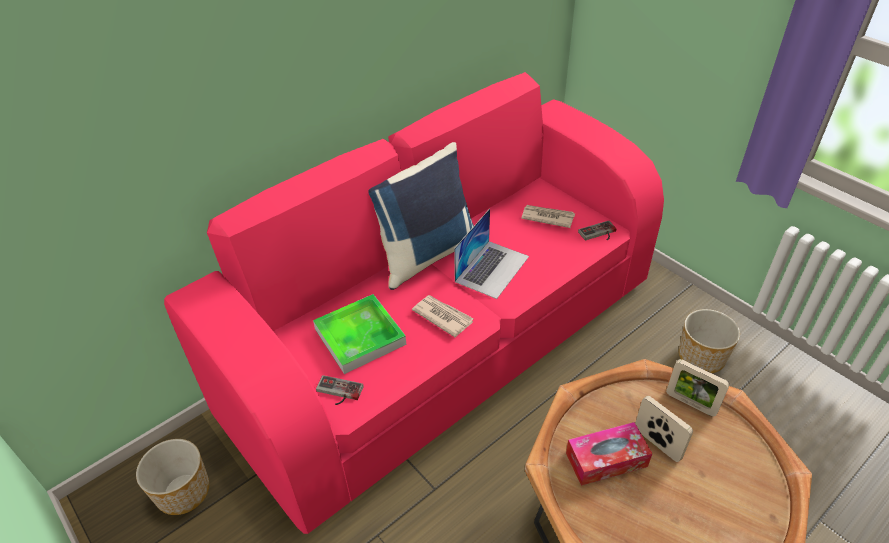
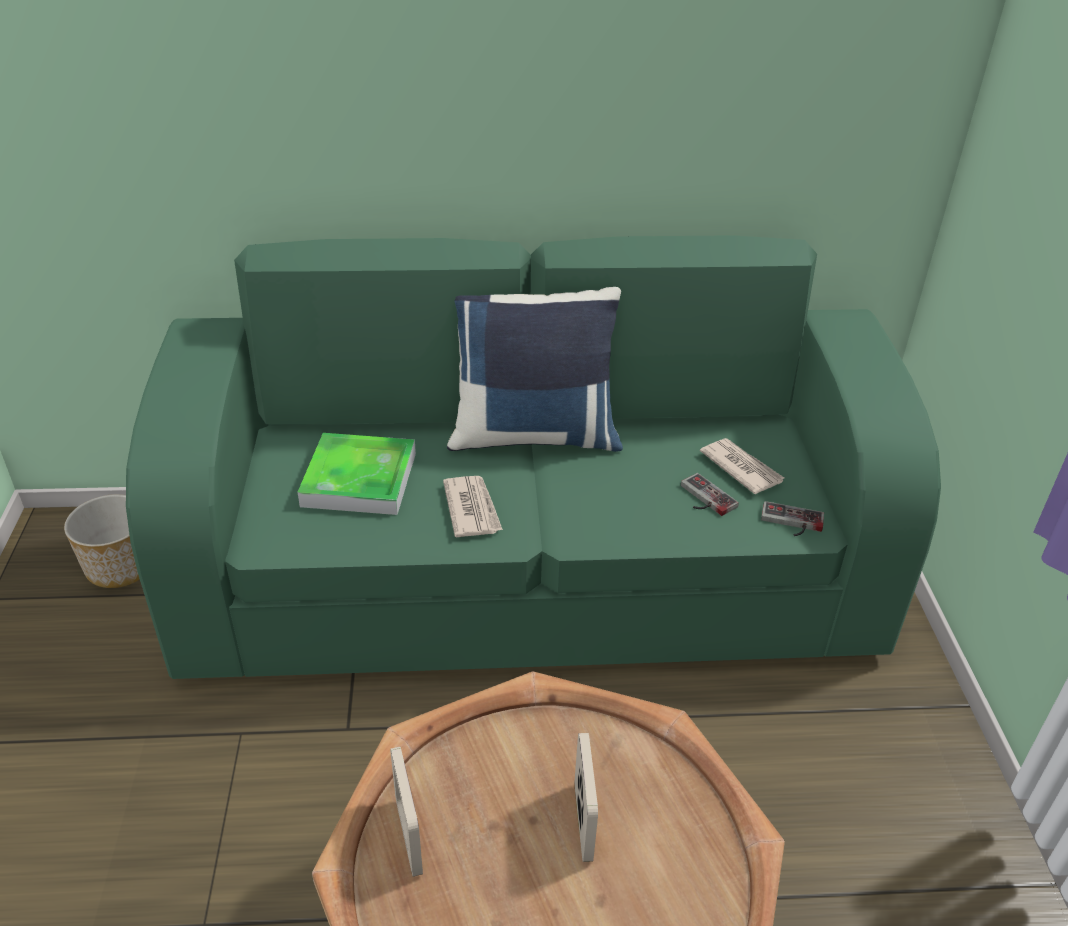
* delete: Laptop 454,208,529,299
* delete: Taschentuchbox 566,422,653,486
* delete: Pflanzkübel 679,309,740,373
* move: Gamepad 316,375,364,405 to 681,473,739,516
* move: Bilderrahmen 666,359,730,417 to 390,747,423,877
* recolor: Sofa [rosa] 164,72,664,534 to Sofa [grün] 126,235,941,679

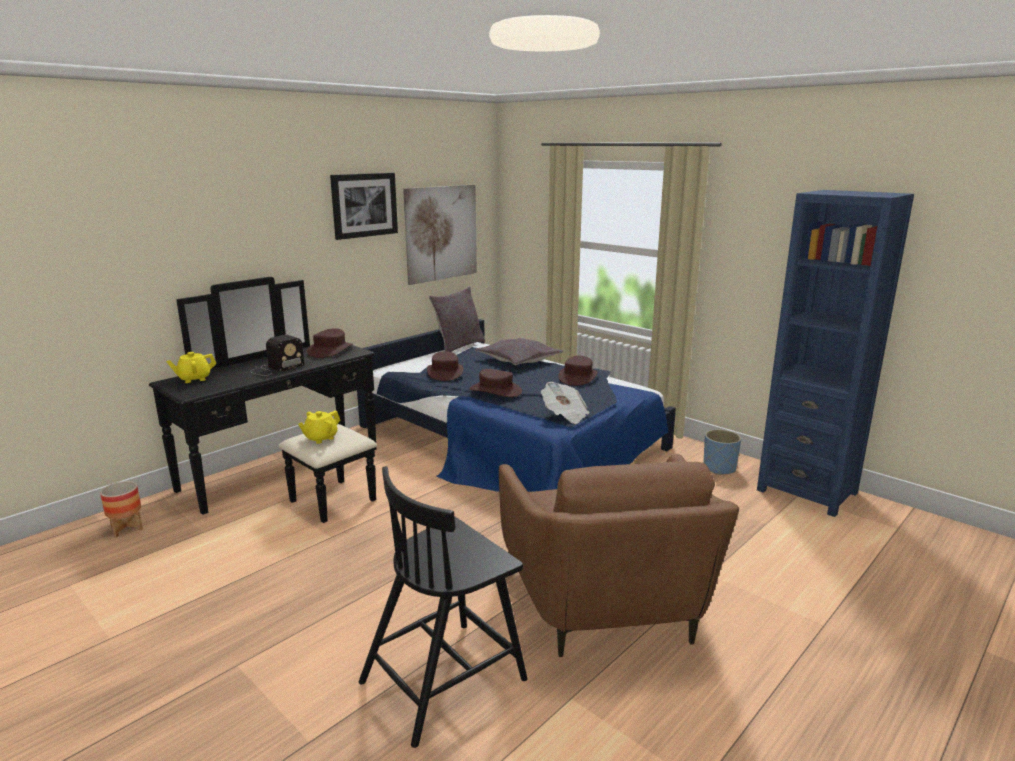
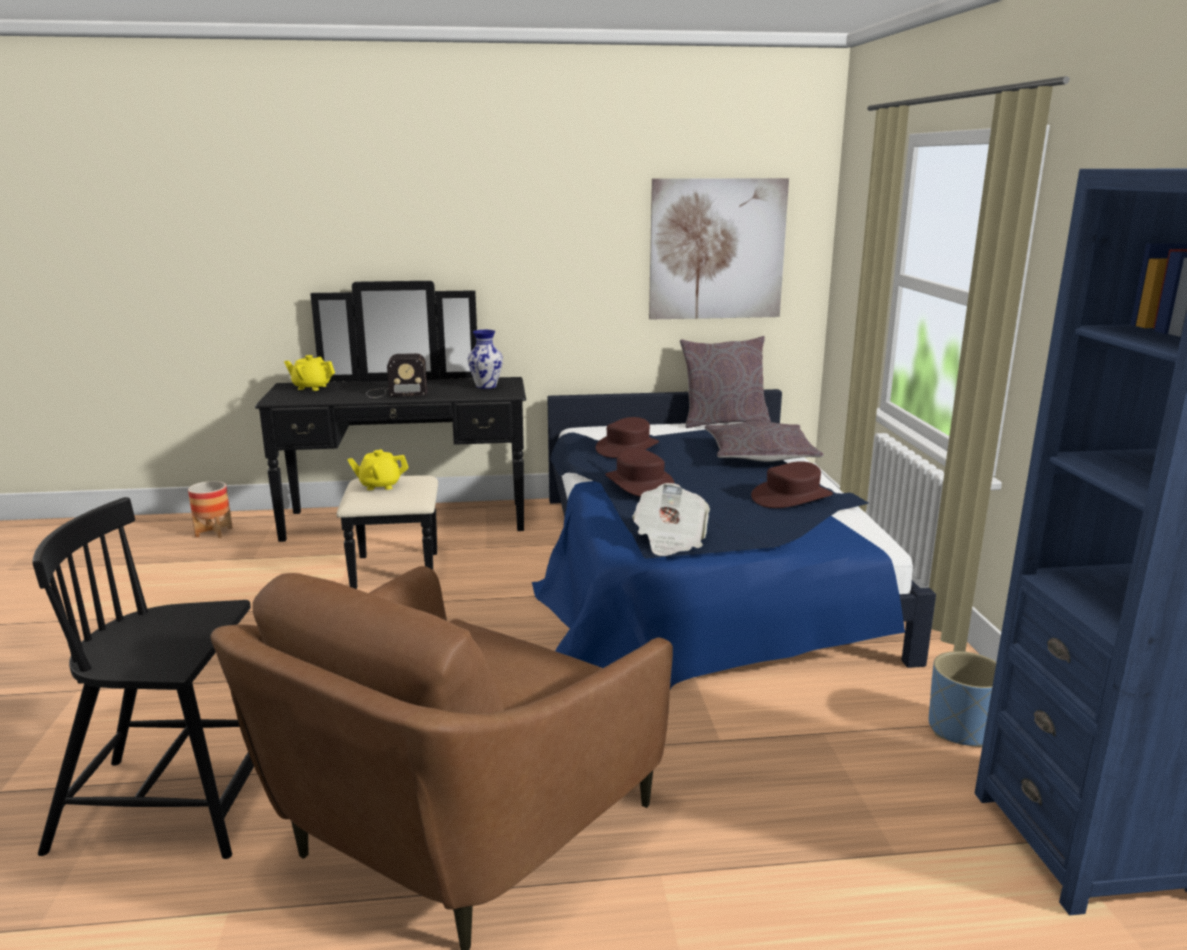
* delete: Bild 330,173,398,240
* replace: Hut [braun] 307,328,353,358 to Vase 468,330,503,389

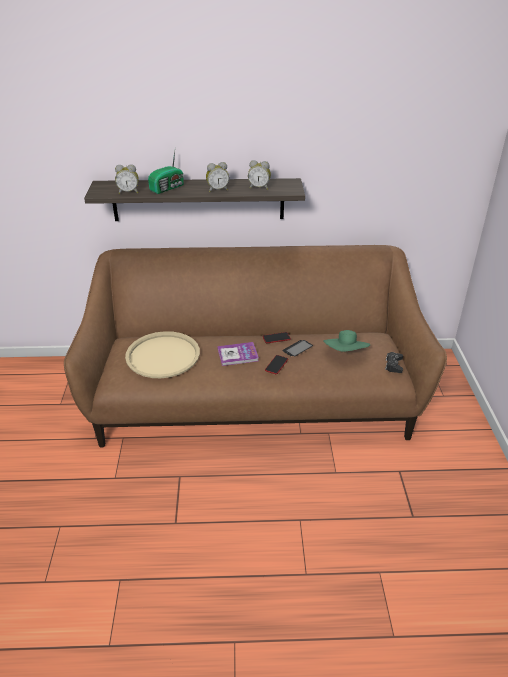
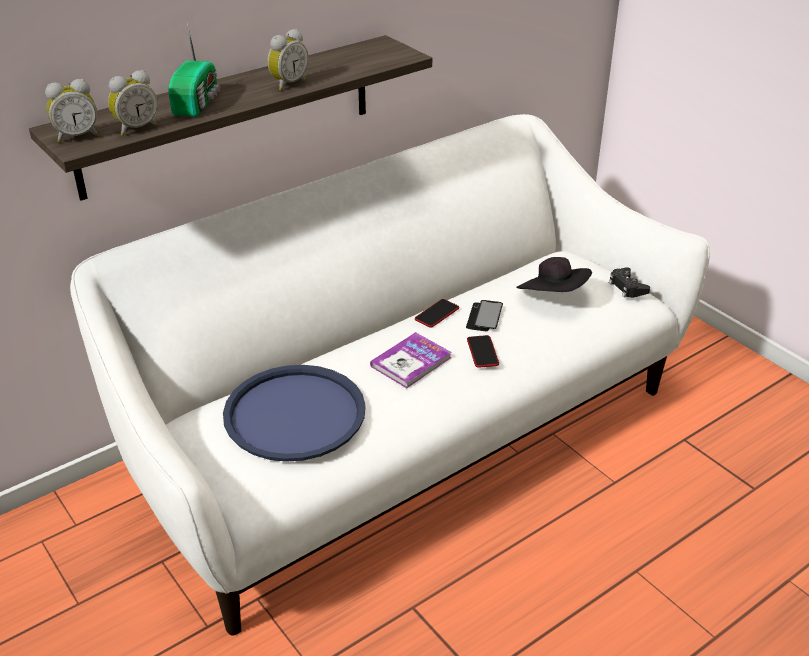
* move: Wecker 248,160,271,190 to 45,79,99,143
* recolor: Sofa [braun] 64,245,447,447 to Sofa [weiß] 70,114,710,636
* recolor: Tablett [beige] 125,331,200,378 to Tablett [blau] 223,365,366,462
* recolor: Hut [grün] 323,330,370,352 to Hut [schwarz] 516,257,592,292

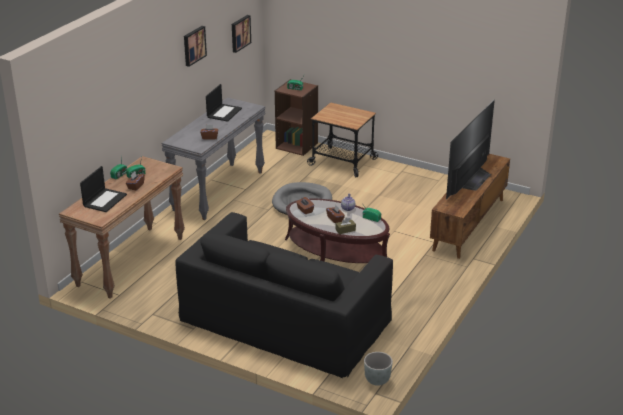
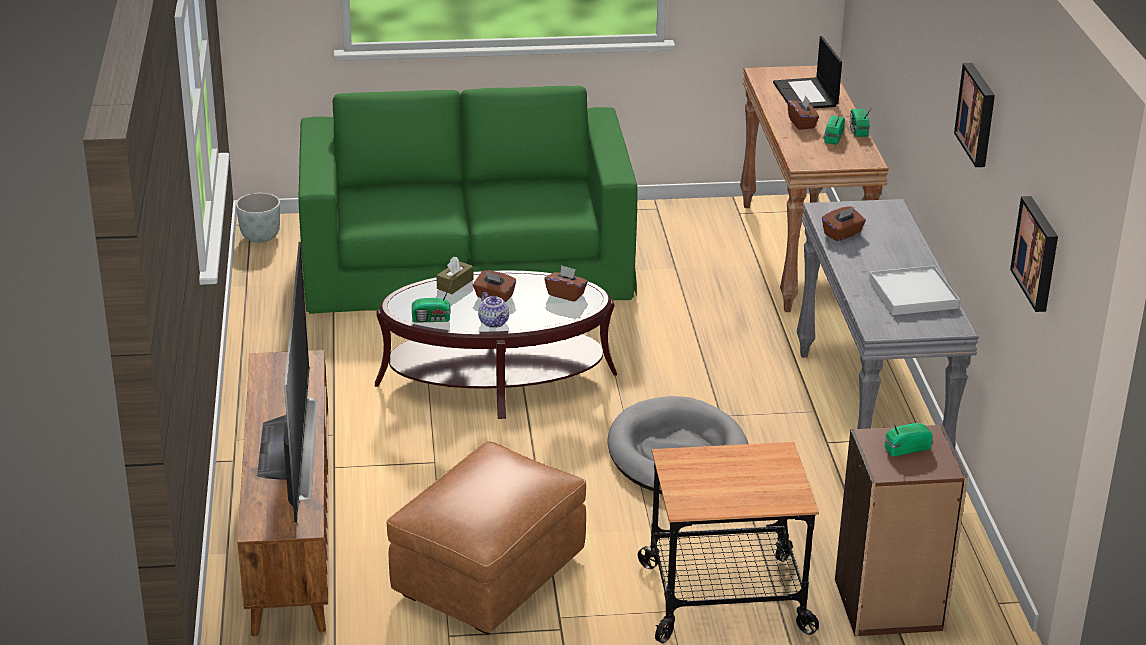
* insert: Polsterhocker [braun] 386,441,586,635
* replace: Laptop 206,84,242,122 to Tablett [weiß] 869,265,960,315
* recolor: Sofa [schwarz] 175,212,393,378 to Sofa [grün] 298,86,638,314

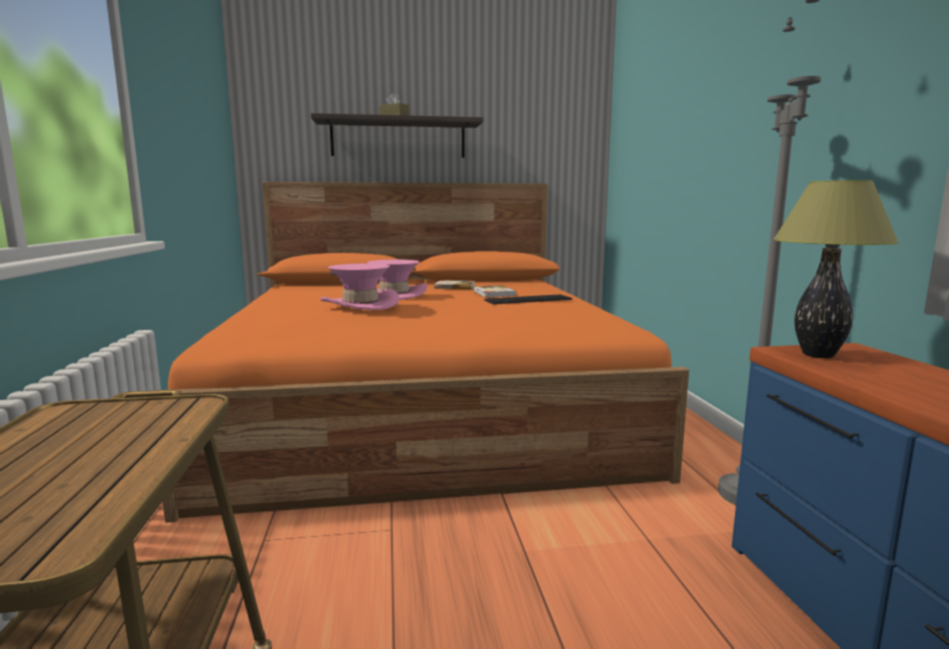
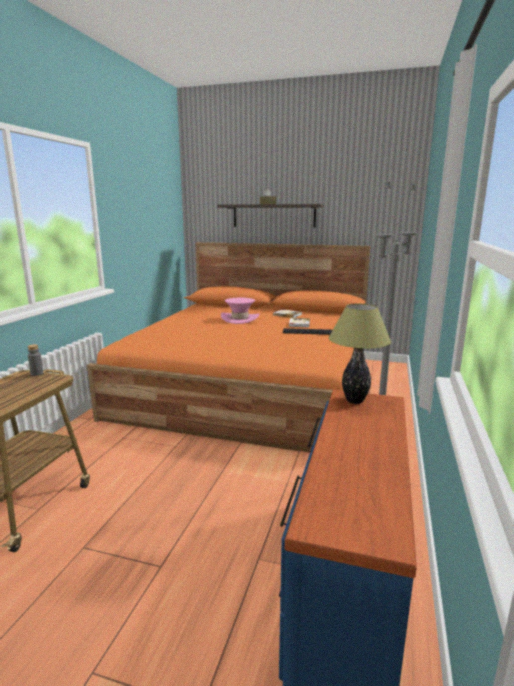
* delete: Hut [rosa] 321,264,399,310
* insert: Flasche [grau] 27,344,43,376

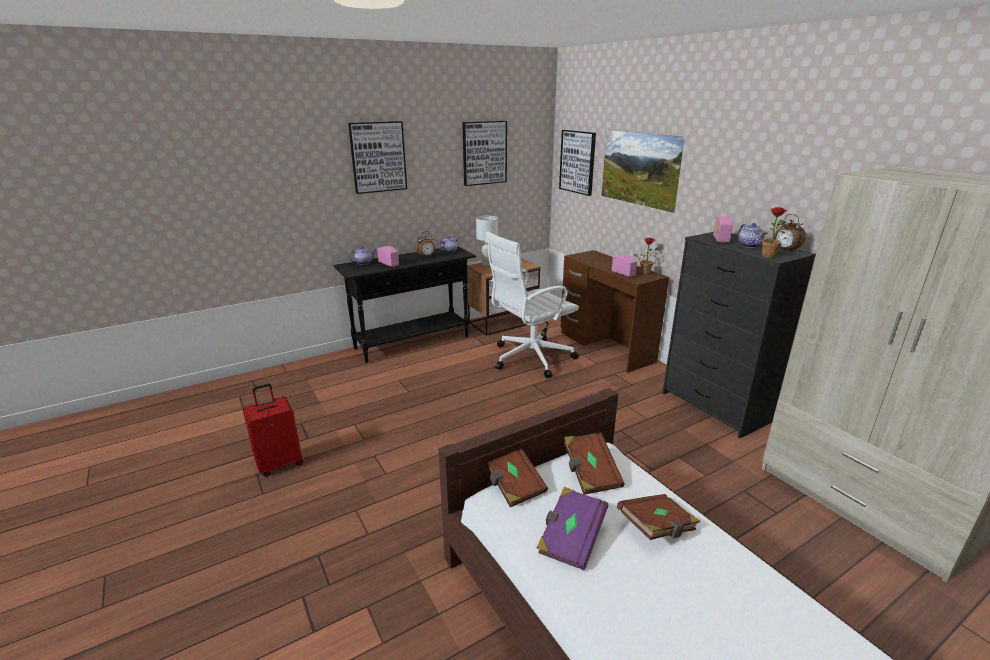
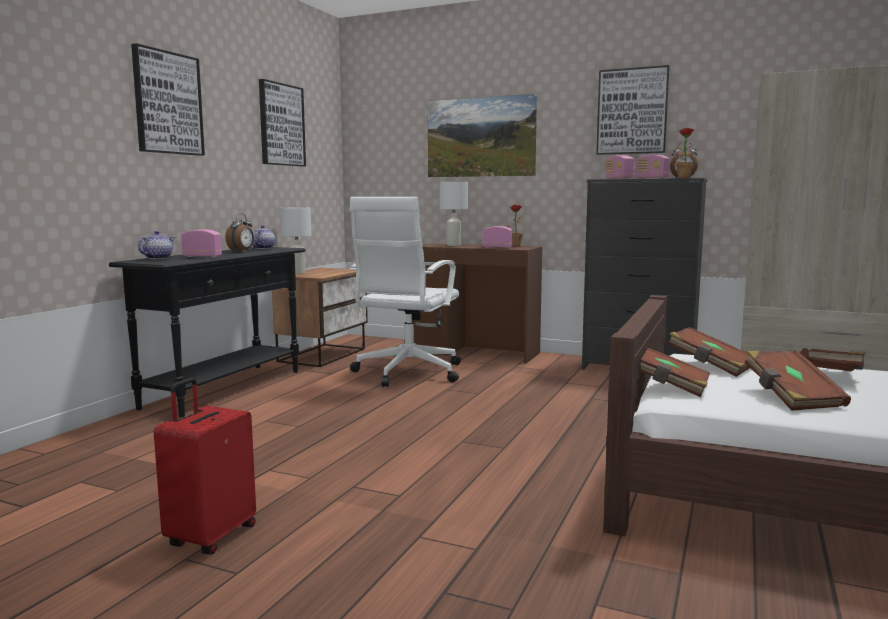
* insert: Tischlampe [weiß] 440,182,468,246
* move: Bild 559,130,596,196 to 596,65,670,155
* replace: Teekanne 739,223,766,248 to Radio 635,155,670,179
* recolor: Buch [lila] 537,487,608,570 to Buch [braun] 745,350,851,411

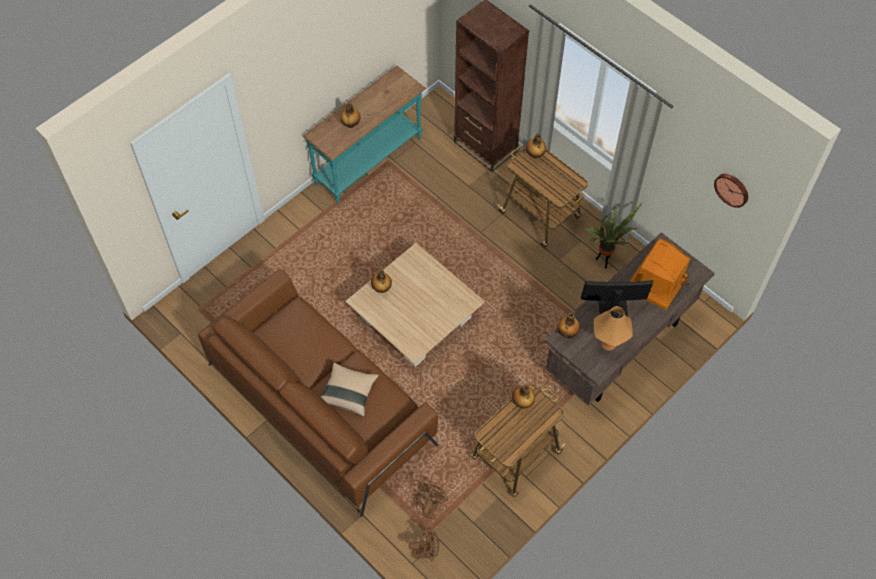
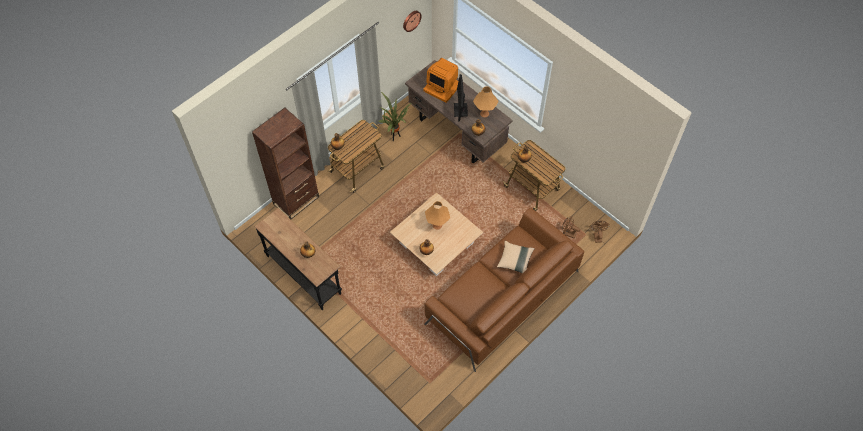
* insert: Tischlampe [orange] 425,201,450,230
* recolor: Konsolentisch [türkis] 303,66,426,204 to Konsolentisch [schwarz] 254,208,342,310

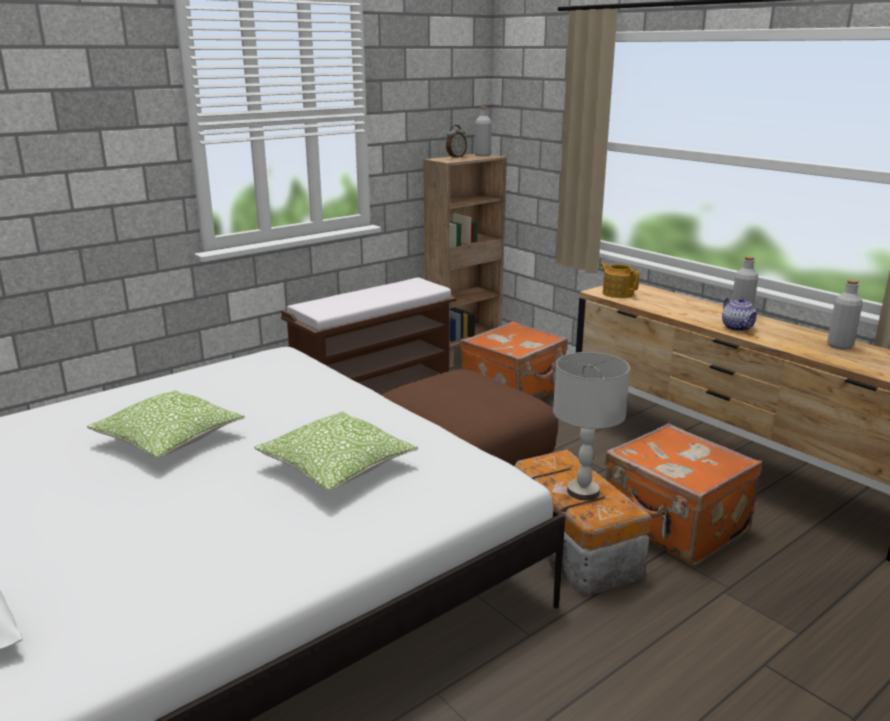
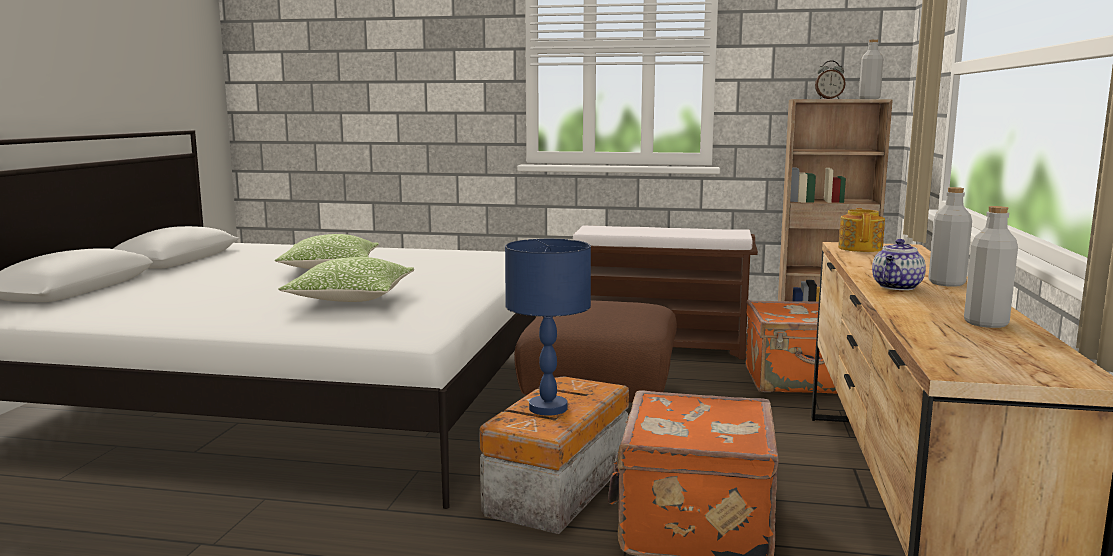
* recolor: Tischlampe [grau] 553,352,630,500 to Tischlampe [blau] 505,239,591,416

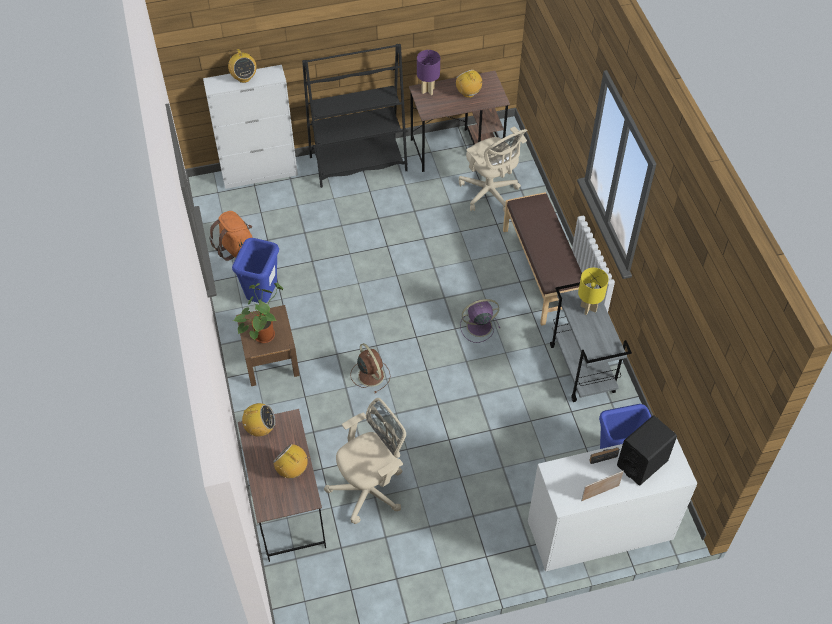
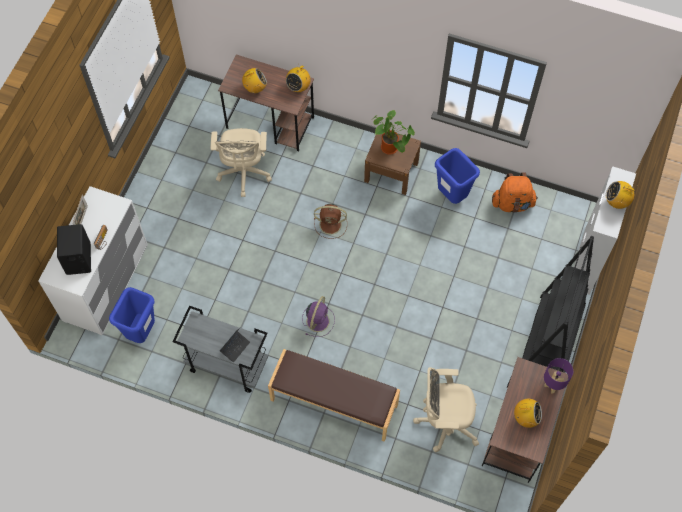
* replace: Tischlampe [gelb] 578,268,609,315 to Laptop 220,328,250,362

